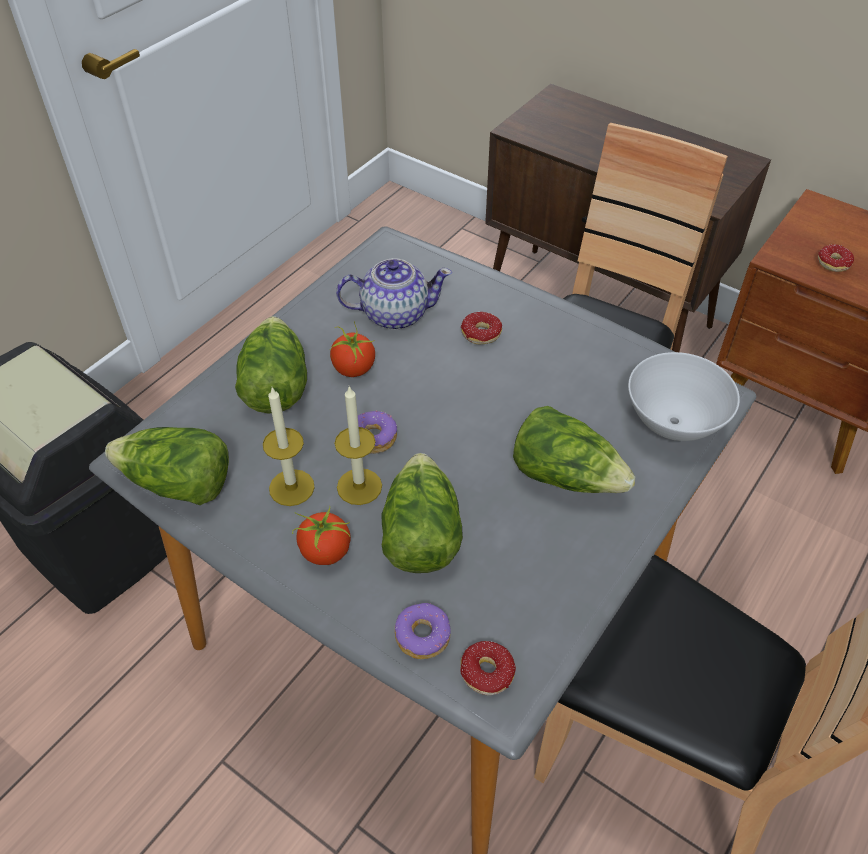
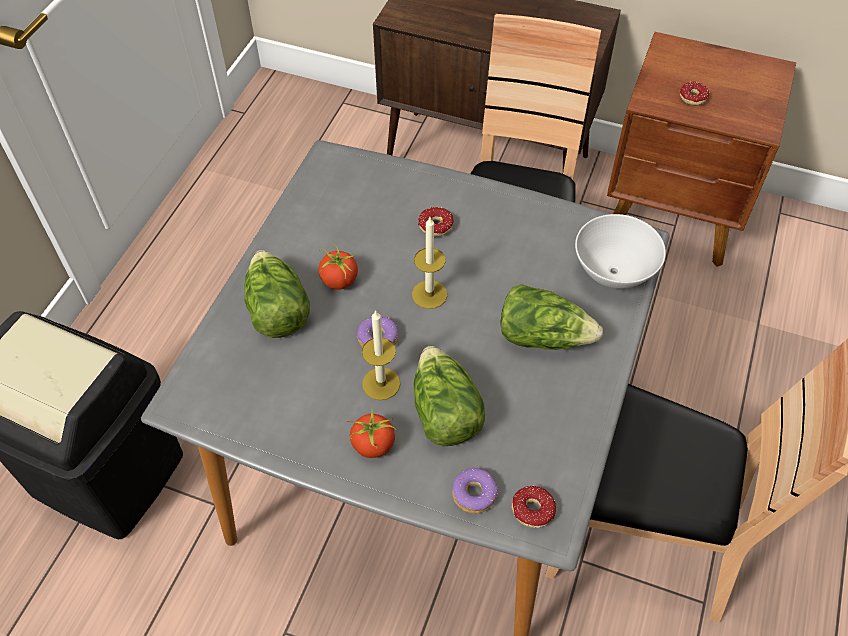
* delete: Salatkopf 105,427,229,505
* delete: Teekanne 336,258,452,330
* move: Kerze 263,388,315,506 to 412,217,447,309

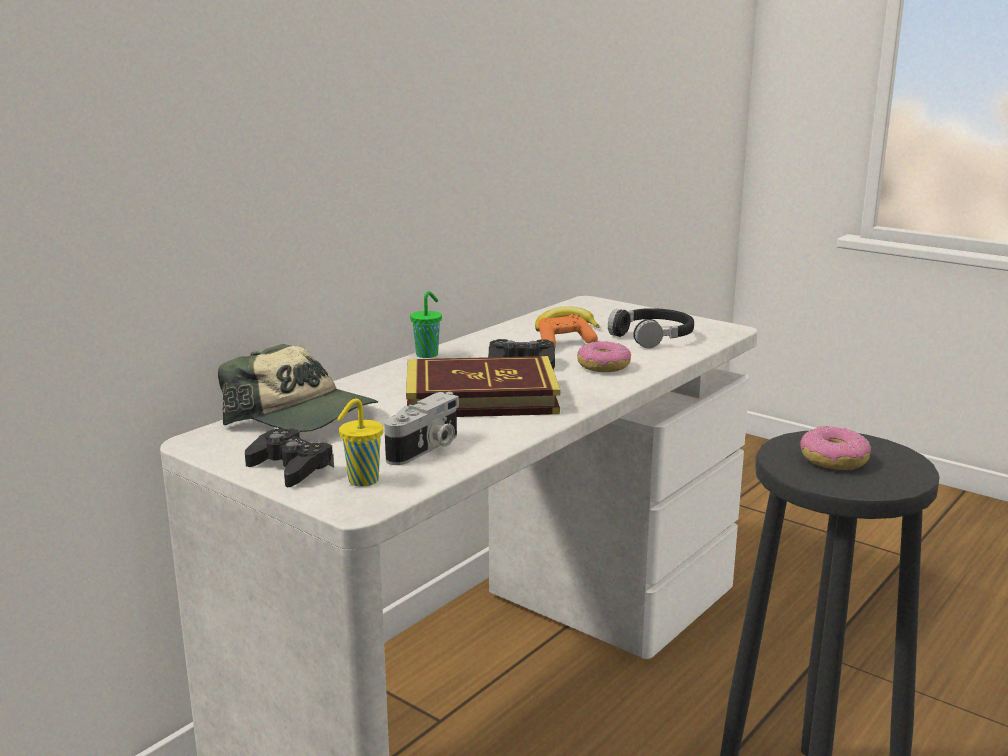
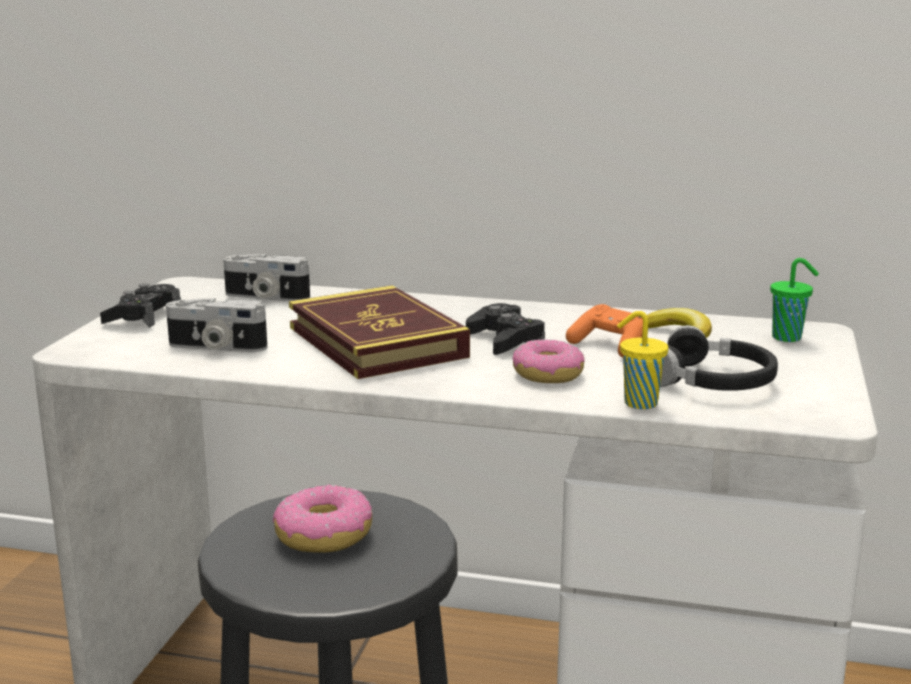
* move: Tasse [gelb] 337,398,383,486 to 617,311,668,409
* move: Tasse [grün] 410,291,442,358 to 770,258,819,342
* replace: Kappe 218,344,378,432 to Kamera 223,254,310,301

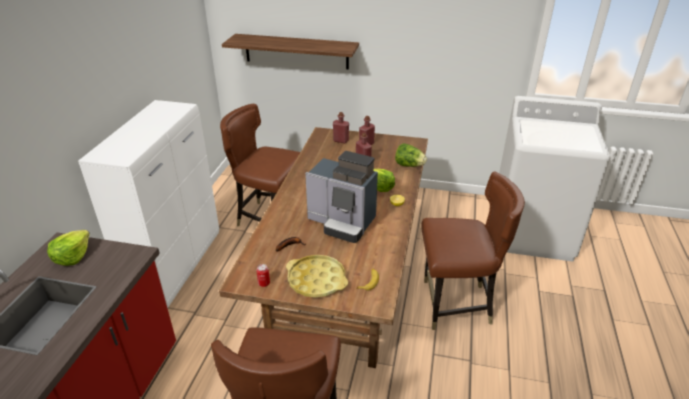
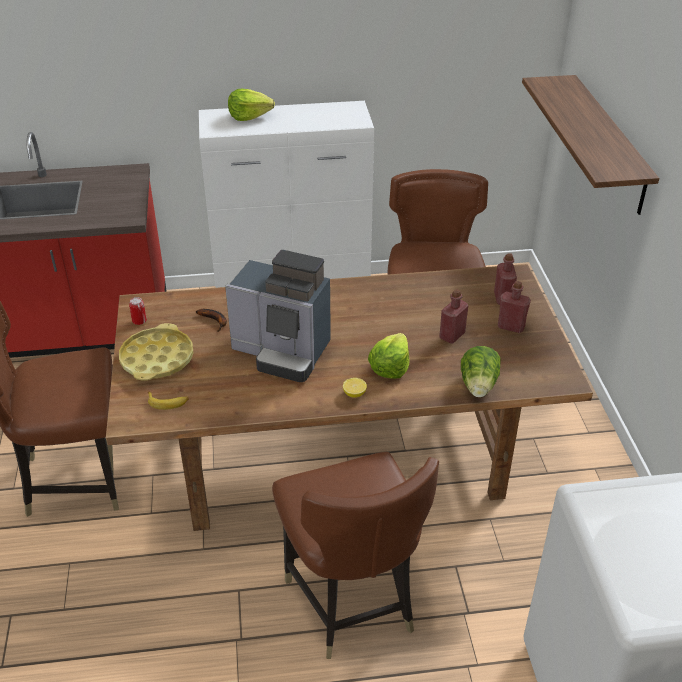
* move: Salatkopf 47,230,90,266 to 228,89,275,121
* rotate: Kaffeemaschine 305,151,378,243 = 225,250,331,382 75 degrees counterclockwise

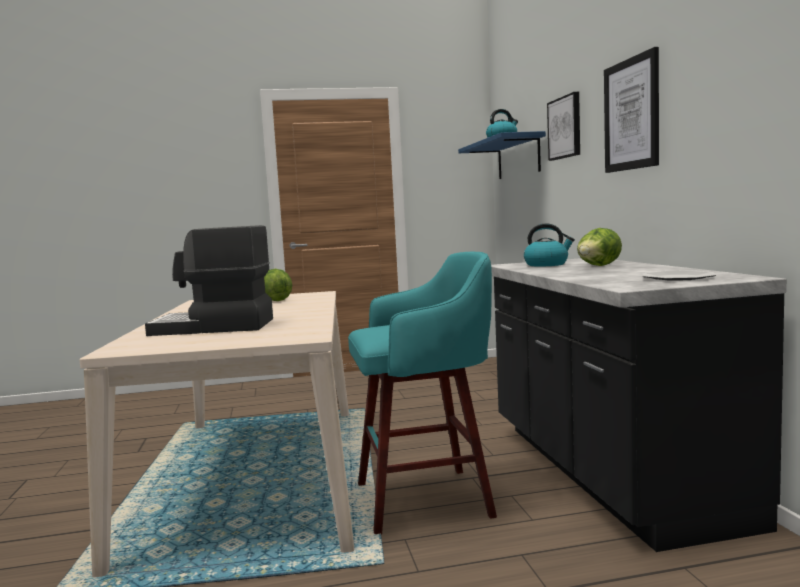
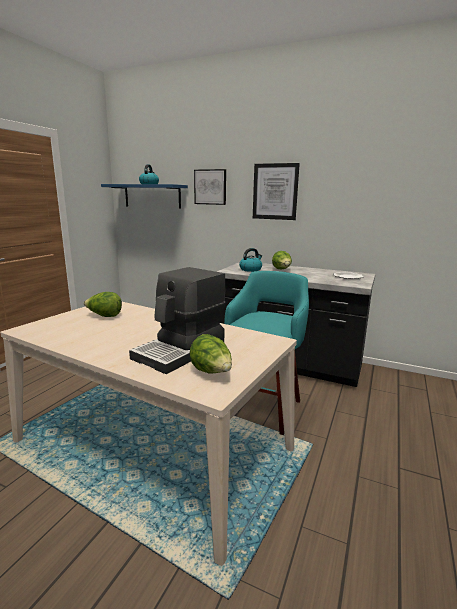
* insert: Salatkopf 190,334,232,374

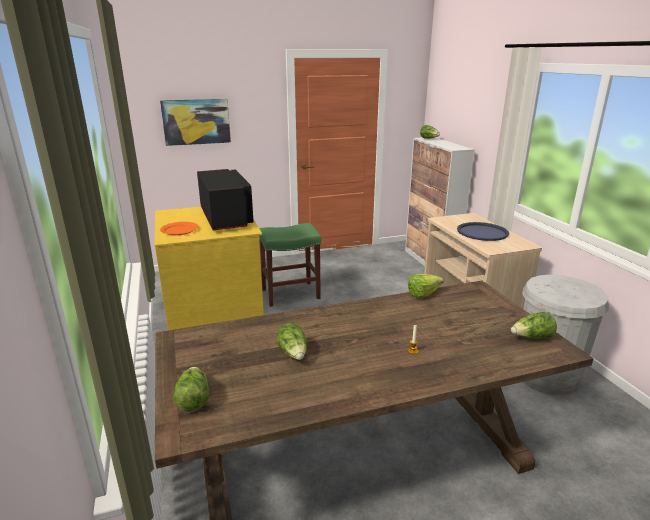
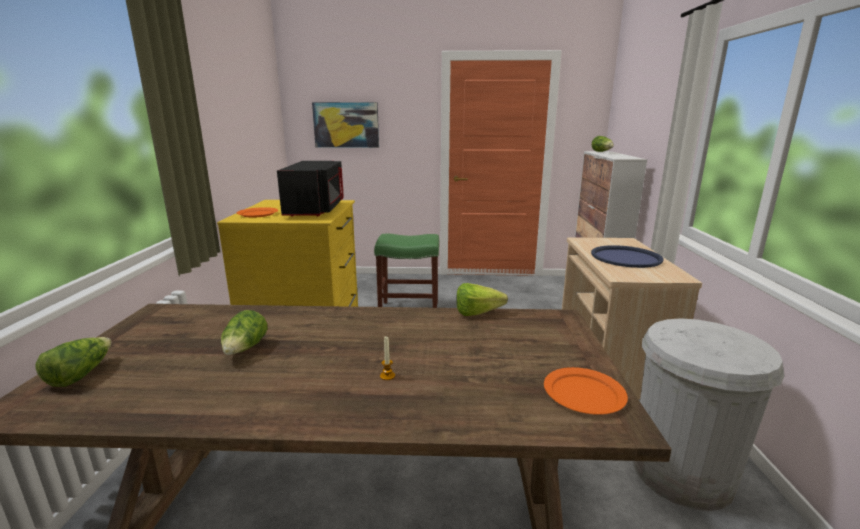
* replace: Salatkopf 511,312,557,339 to Teller [orange] 544,367,628,415

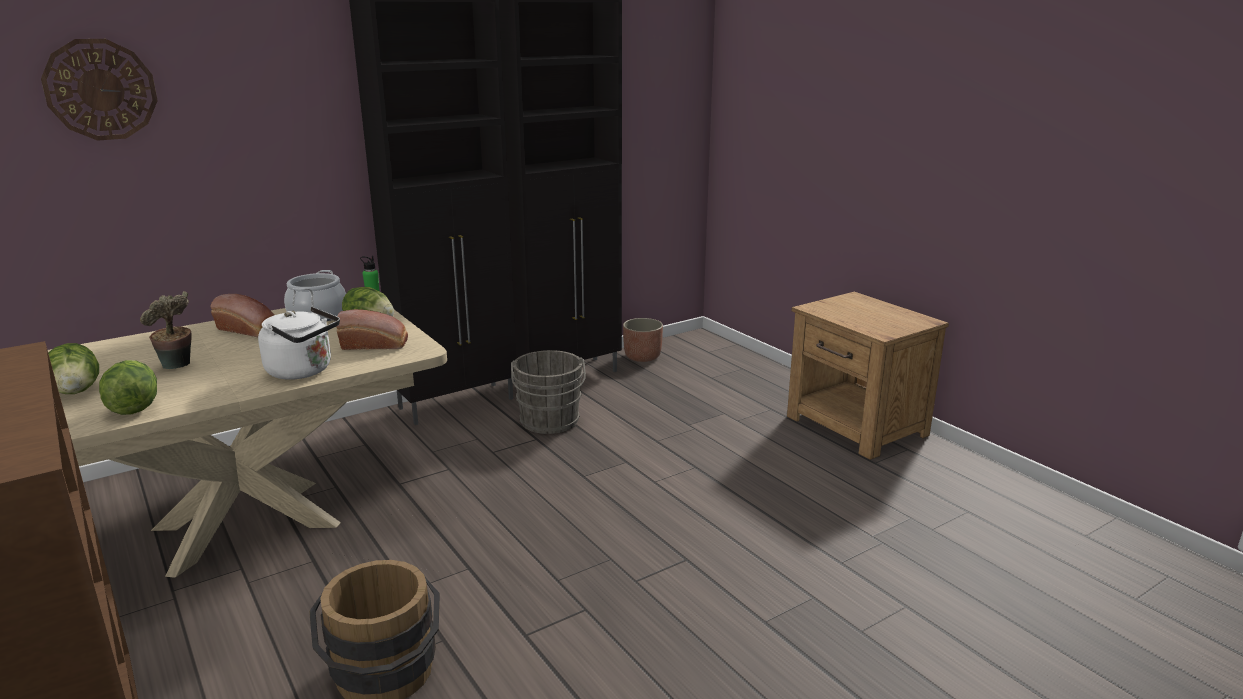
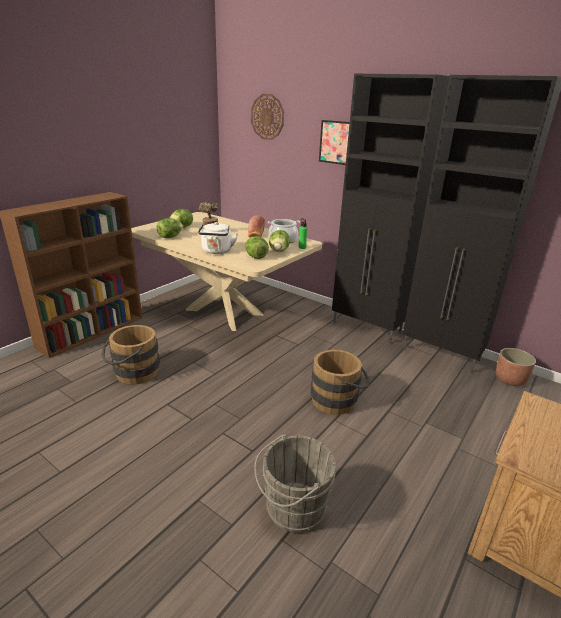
* insert: Eimer [braun] 310,349,370,415
* insert: Bild 319,120,350,165
* move: Eimer [grau] 511,350,586,434 to 254,435,336,533
* replace: Brot 336,309,408,350 to Salatkopf 245,236,269,259

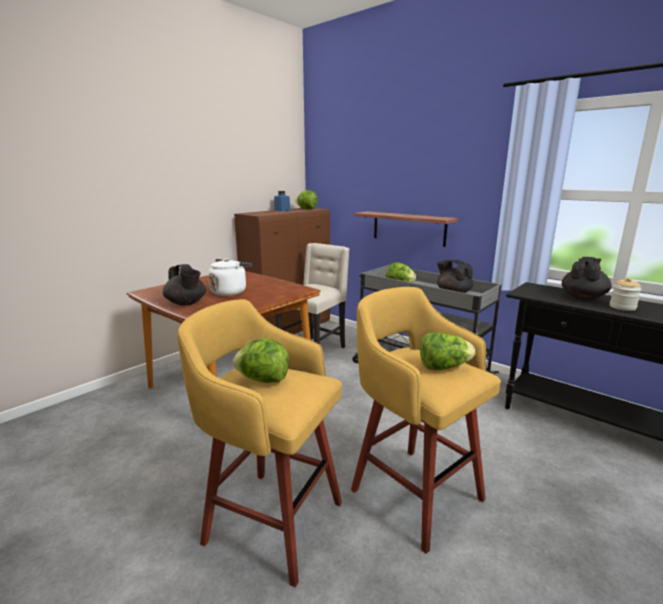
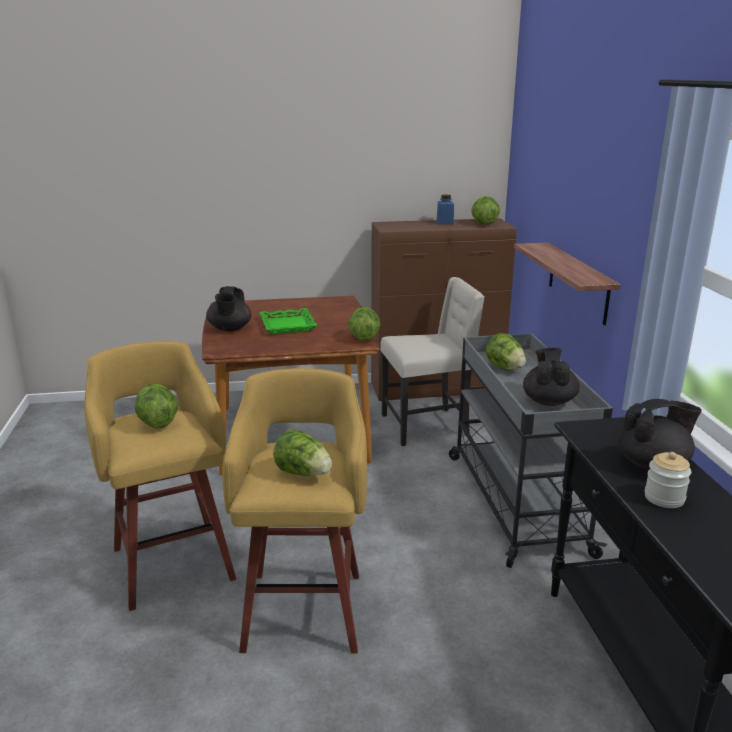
* insert: Salatkopf 348,307,381,341
* replace: Wasserkessel [weiß] 208,259,252,296 to Tablett [grün] 259,308,317,334

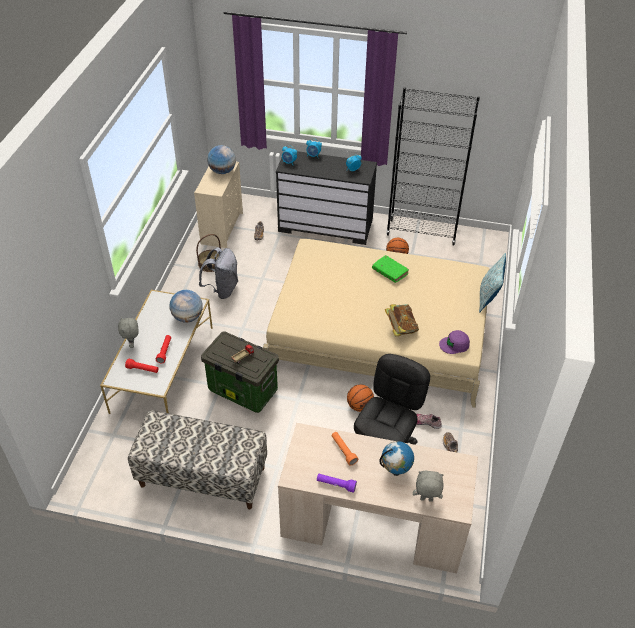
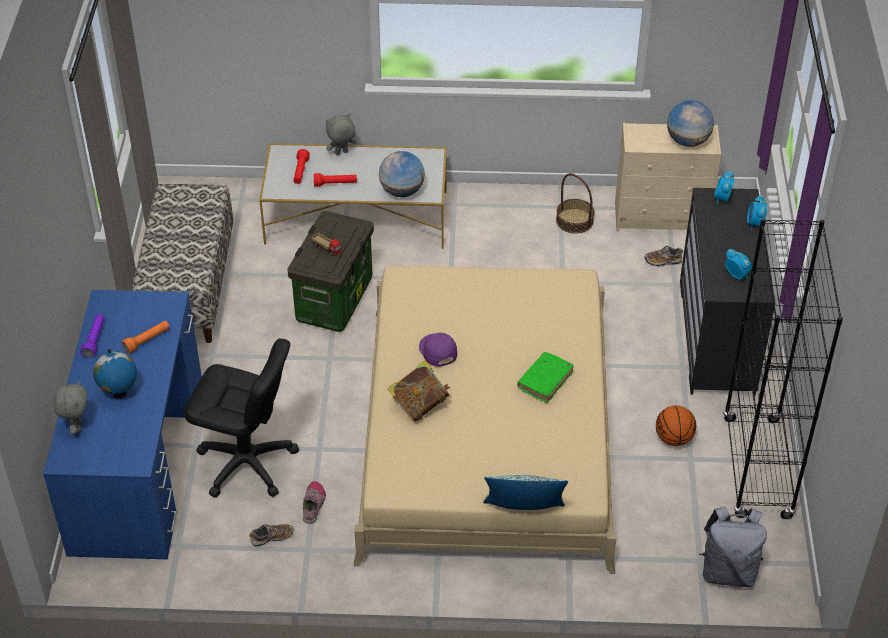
* delete: Basketball 347,385,374,412
* move: Rucksack [grau] 199,247,238,299 to 699,506,767,587
* move: Kappe [lila] 439,330,470,354 to 419,333,457,367
* recolor: Schreibtisch [beige] 278,423,478,573 to Schreibtisch [blau] 43,290,202,559

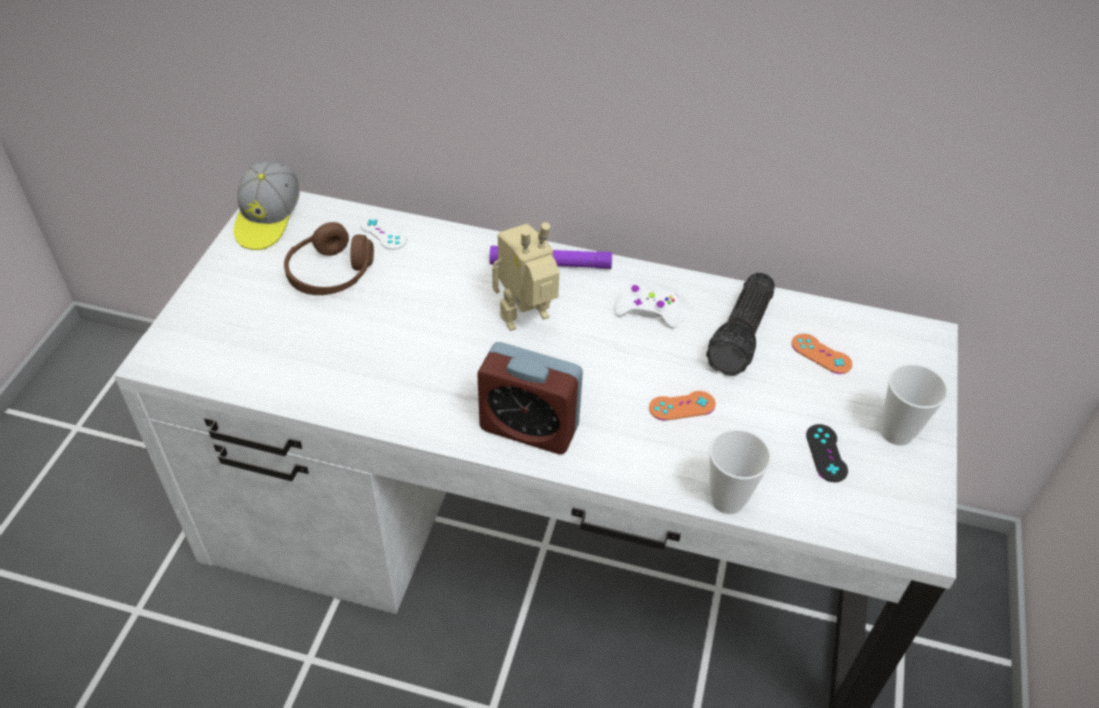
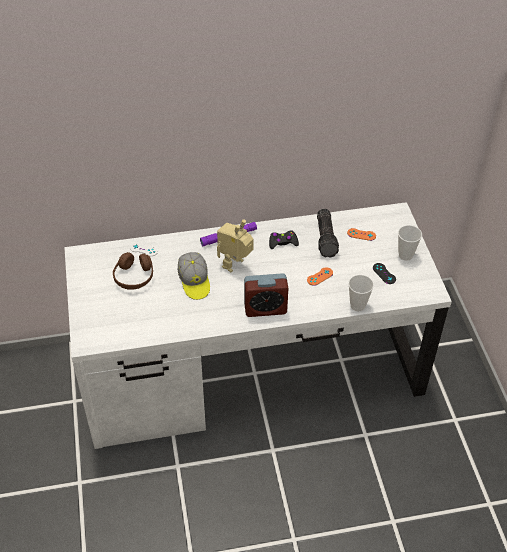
* move: Kappe 234,162,300,250 to 178,252,210,300
* recolor: Gamepad [weiß] 615,284,680,328 to Gamepad [schwarz] 269,231,299,249

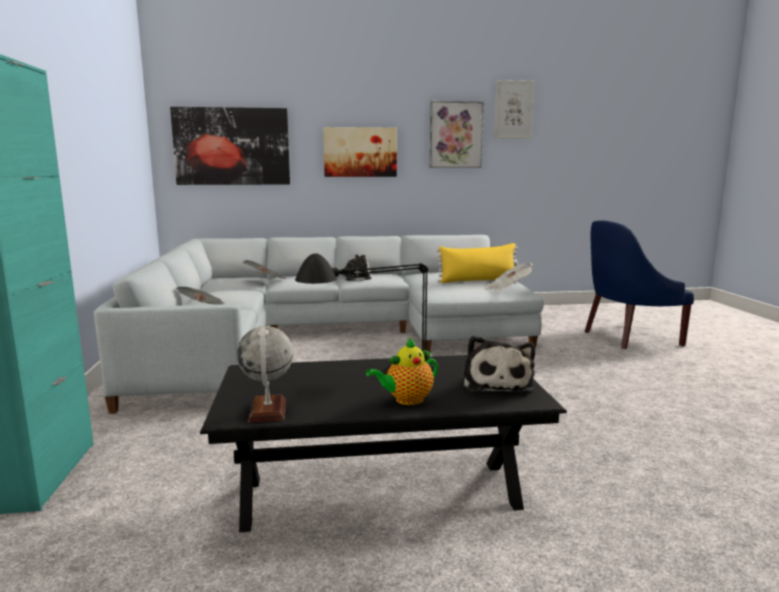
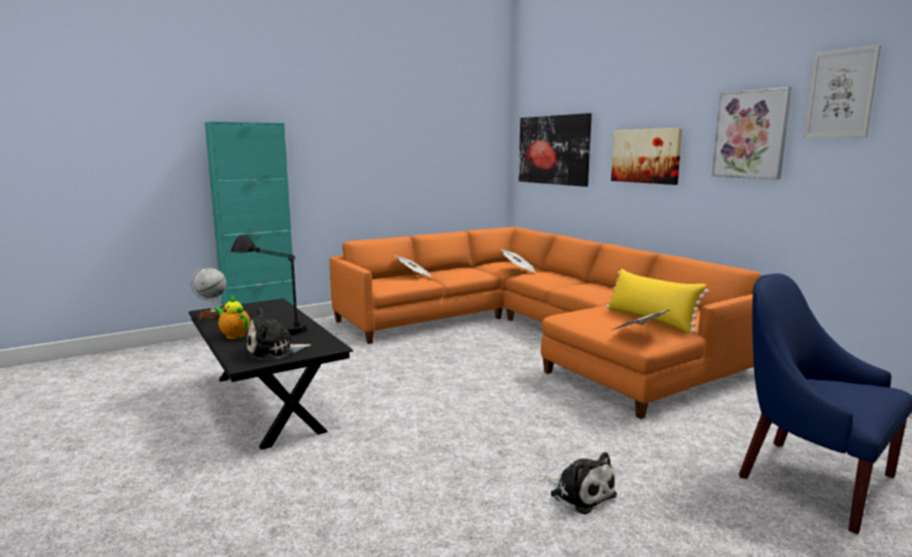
* move: Plüschtier 337,254,372,281 to 544,452,617,515
* recolor: Sofa [grau] 94,235,544,414 to Sofa [orange] 330,227,762,419

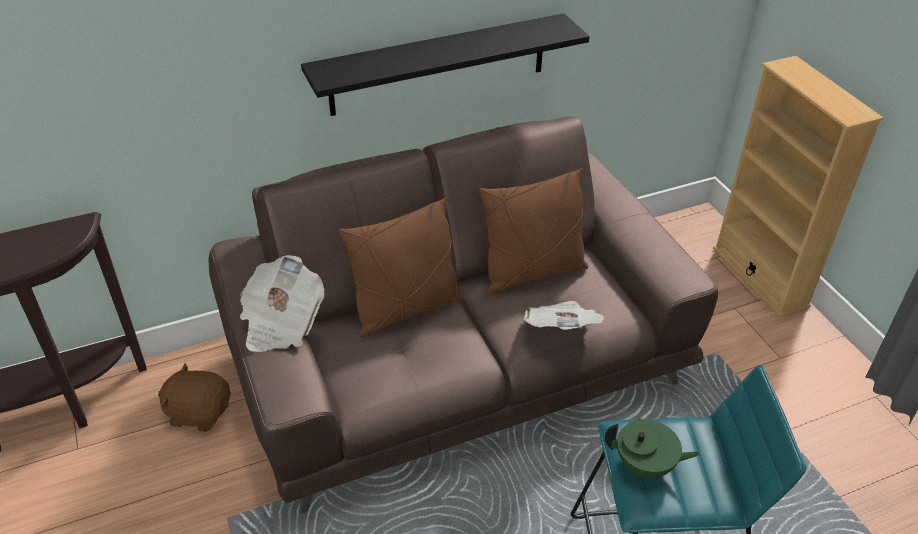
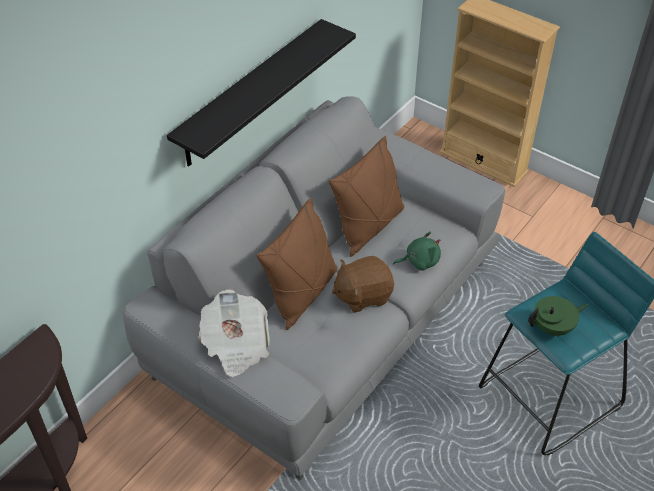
* move: Plüschtier [braun] 158,363,231,432 to 332,256,394,313
* replace: Zeitung 524,301,606,330 to Plüschtier [grün] 393,232,441,271
* recolor: Sofa [braun] 208,117,718,513 to Sofa [grau] 123,96,505,480

